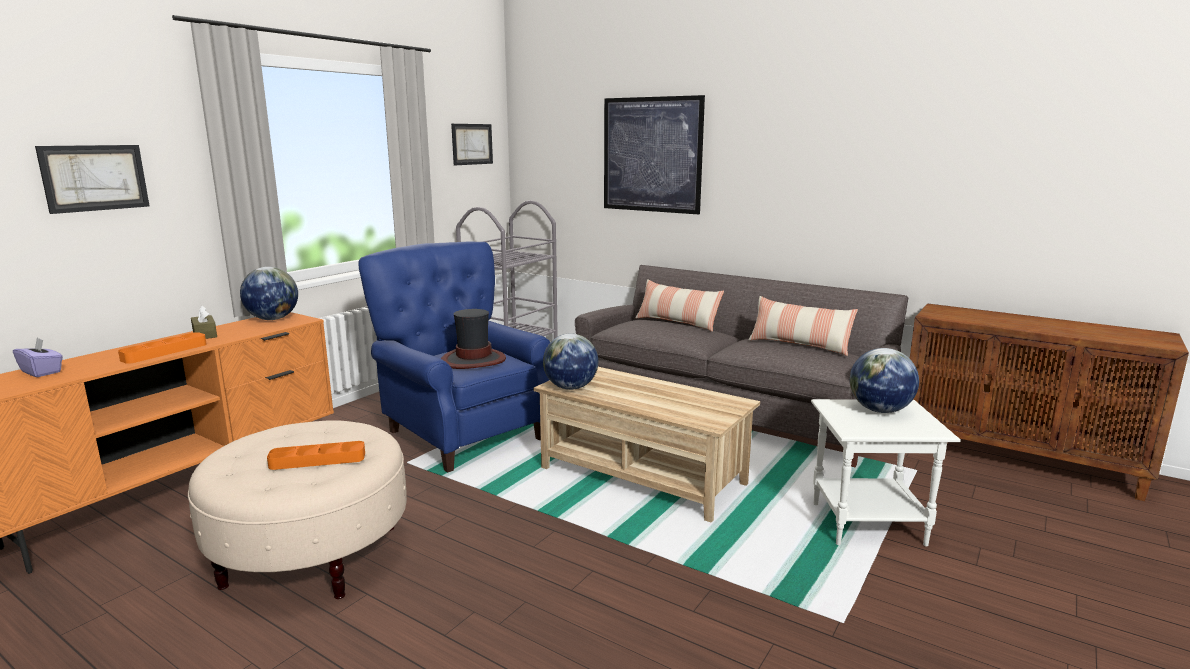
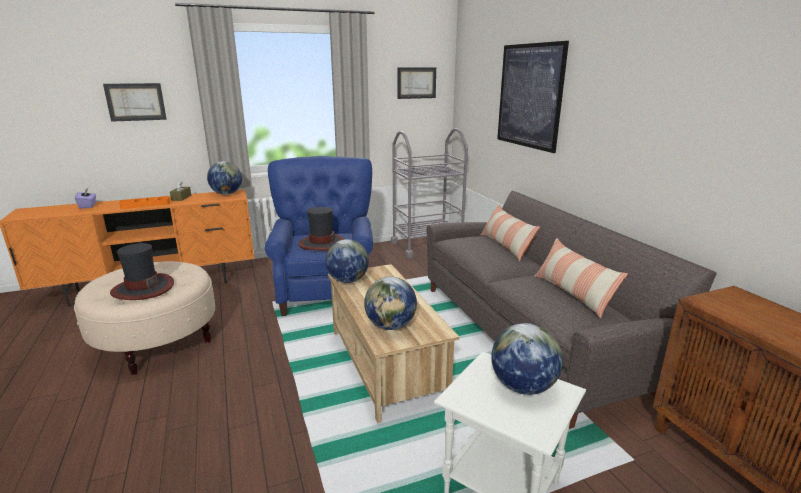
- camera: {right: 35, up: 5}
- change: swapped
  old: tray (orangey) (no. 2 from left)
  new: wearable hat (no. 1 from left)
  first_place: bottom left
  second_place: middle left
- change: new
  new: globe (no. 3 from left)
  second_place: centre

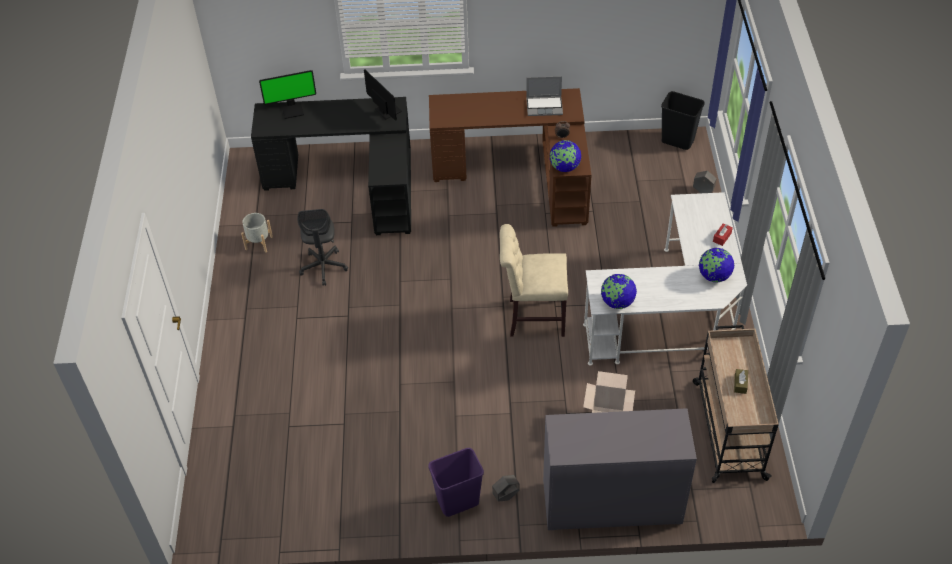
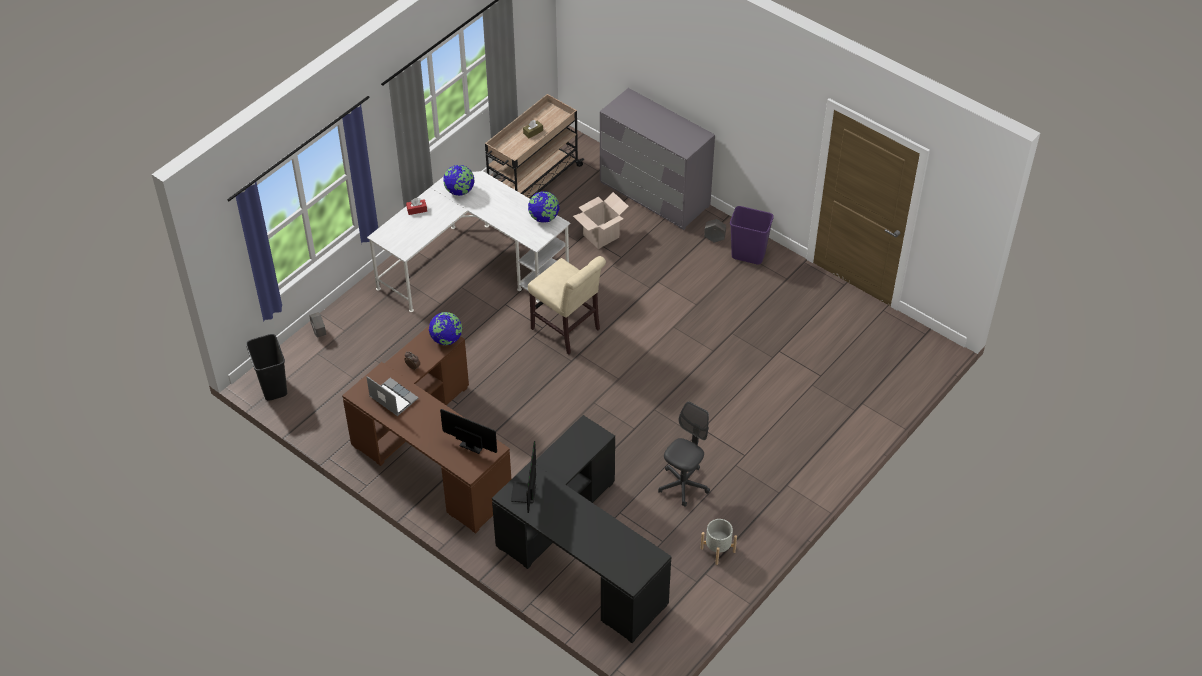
- camera: {right: -140, up: 0}
- change: shifted
  old: computer screen (no. 1 from left)
  first_place: top left
  second_place: centre

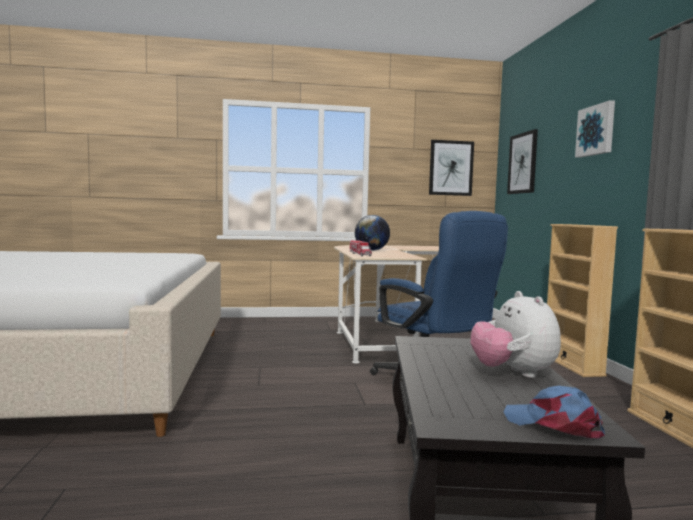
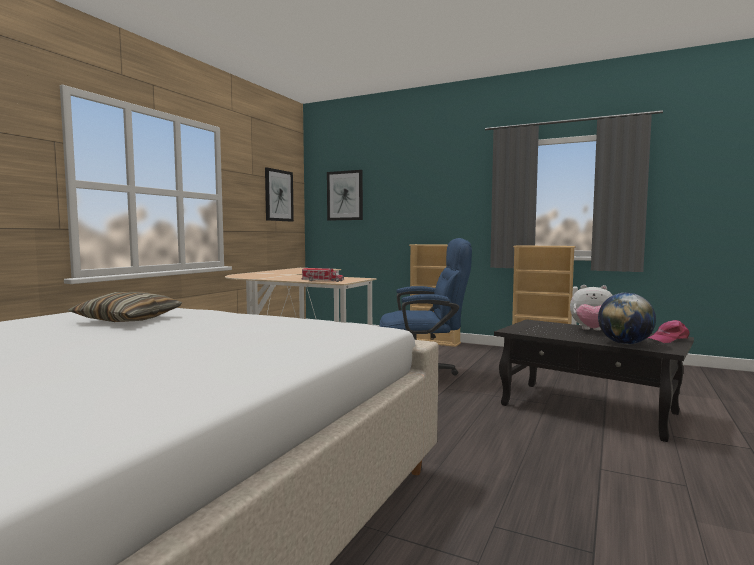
- camera: {right: -55, up: 0}
- change: shifted
  old: globe
  first_place: centre
  second_place: middle right
- change: repainted
  old: baseball cap (blue)
  new: baseball cap (pink-coloured)
  first_place: bottom right
  second_place: middle right
- change: gone
  old: wall art (no. 3 from left)
  first_place: top right
- change: new
  new: cushion
  second_place: middle left

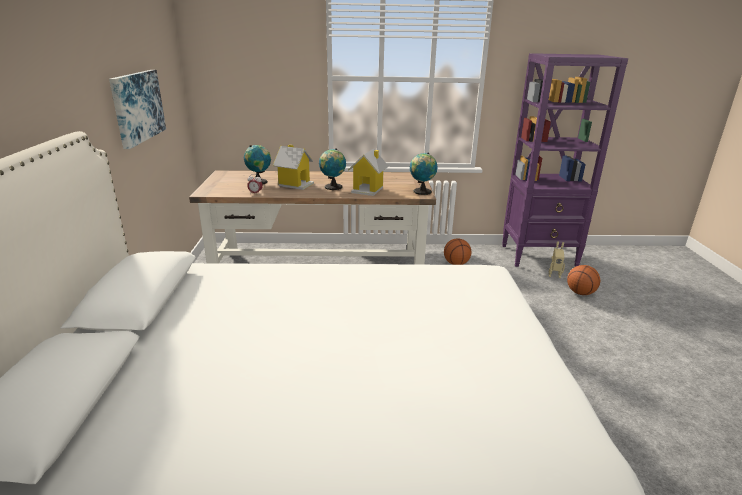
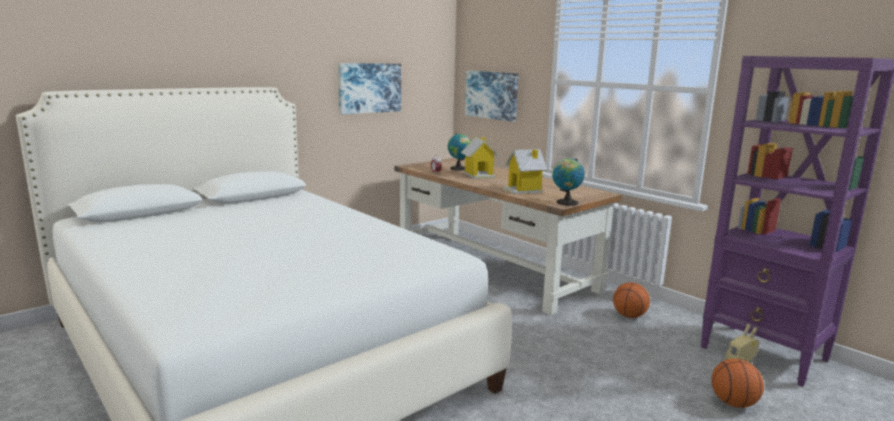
- camera: {right: 50, up: -10}
- change: gone
  old: globe (no. 2 from left)
  first_place: centre
- change: new
  new: wall art (no. 2 from left)
  second_place: top centre

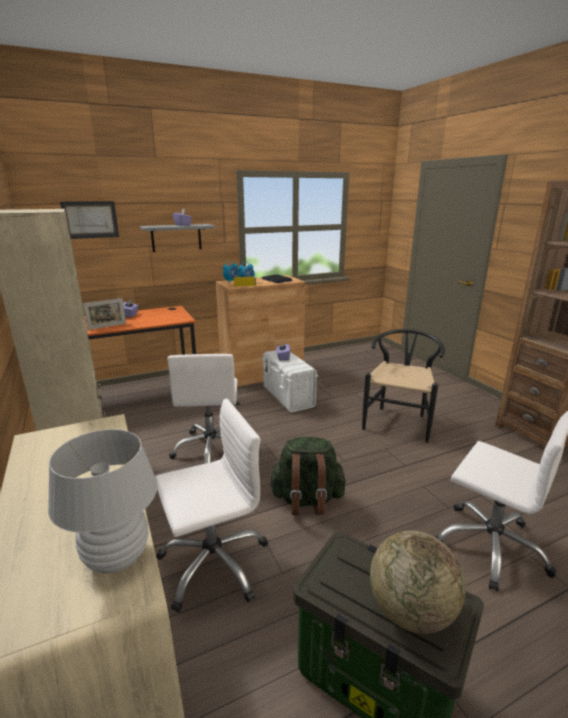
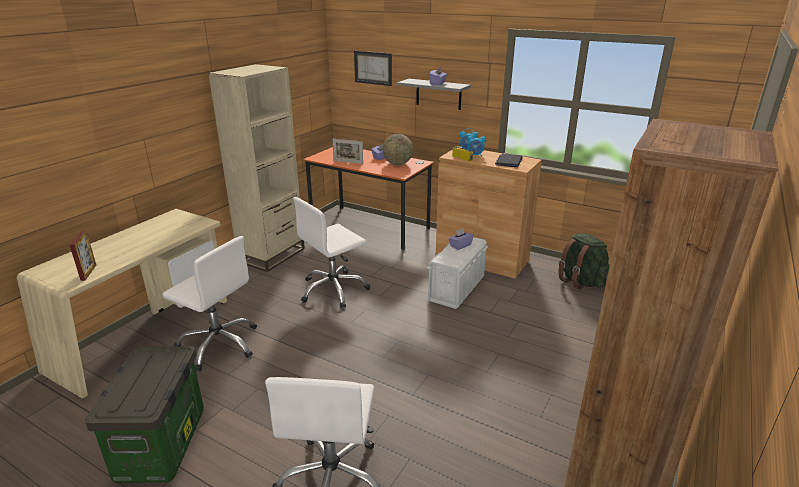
- camera: {right: 55, up: 5}
- change: swapped
  old: tabletop lamp (whitish)
  new: photo frame (no. 1 from left)
  first_place: bottom left
  second_place: middle left
- change: shifted
  old: rucksack (green)
  first_place: centre
  second_place: middle right
- change: gone
  old: upright chair (blackish)
  first_place: middle right
- change: shifted
  old: globe
  first_place: bottom right
  second_place: top centre

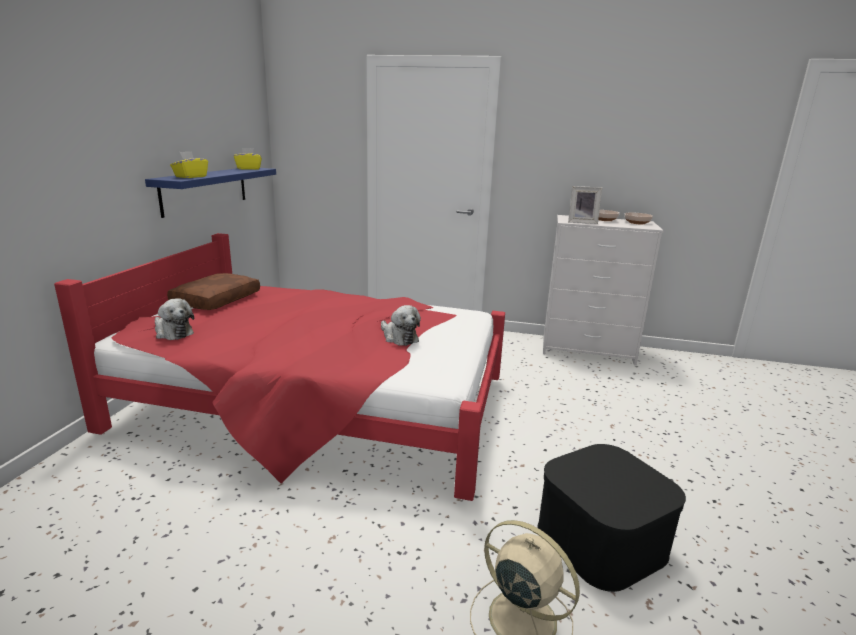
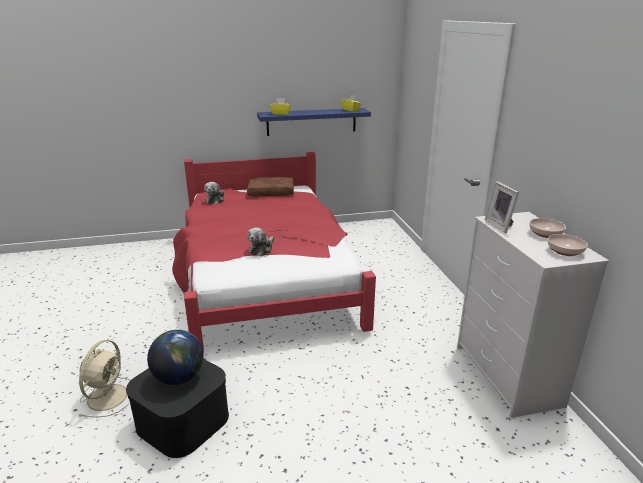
- camera: {right: 65, up: 5}
- change: new
  new: globe
  second_place: bottom left

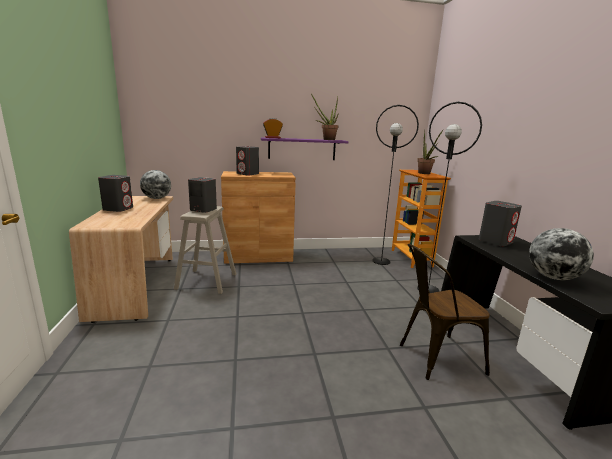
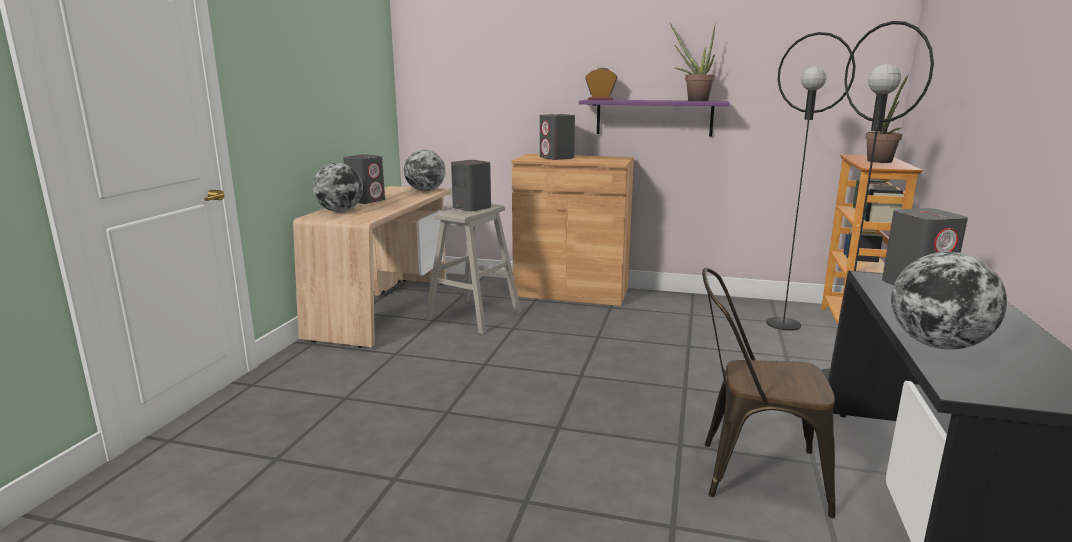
- camera: {right: 25, up: 0}
- change: new
  new: globe (no. 1 from left)
  second_place: middle left

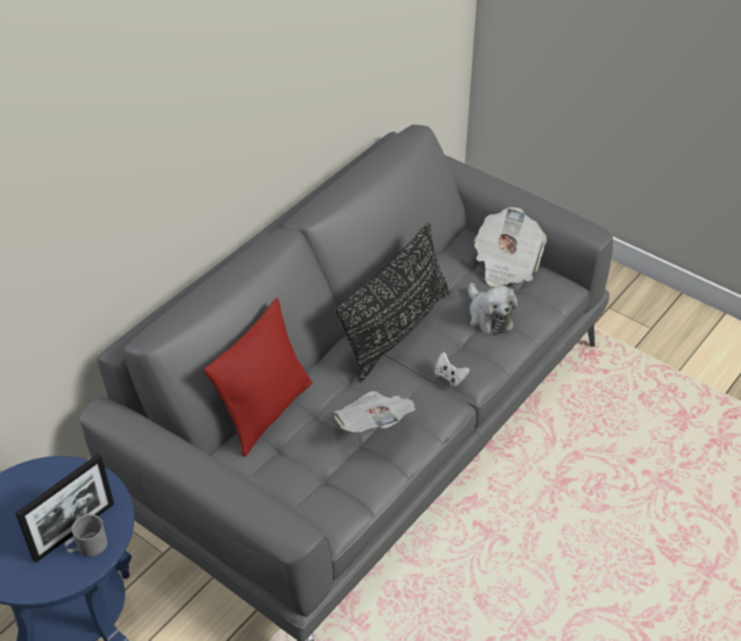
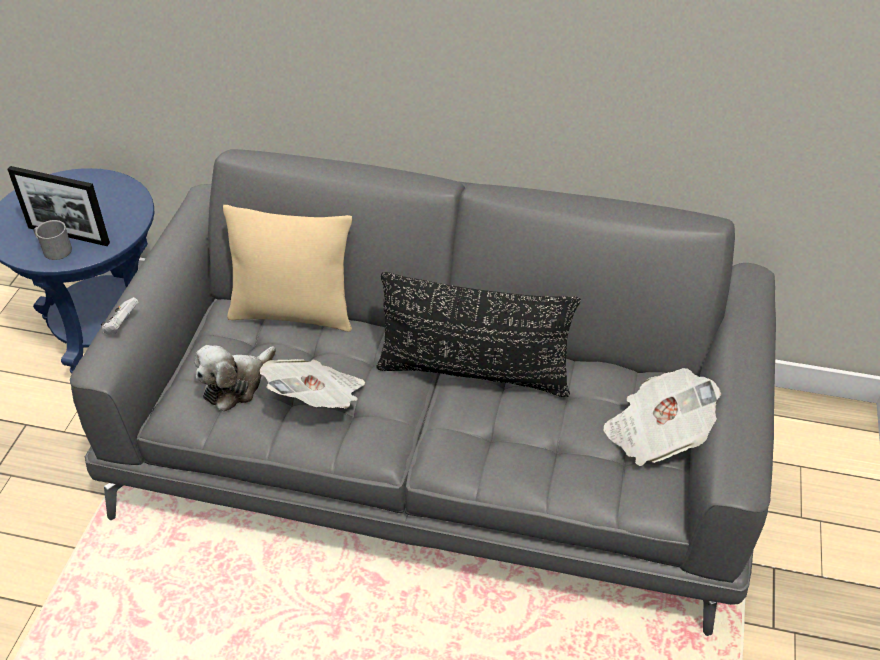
- camera: {right: 65, up: 0}
- change: repainted
  old: cushion (reddish)
  new: cushion (sand-coloured)
  first_place: centre
  second_place: middle left
- change: shifted
  old: joypad (whitish)
  first_place: centre
  second_place: middle left
- change: shifted
  old: cuddly toy
  first_place: centre
  second_place: middle left

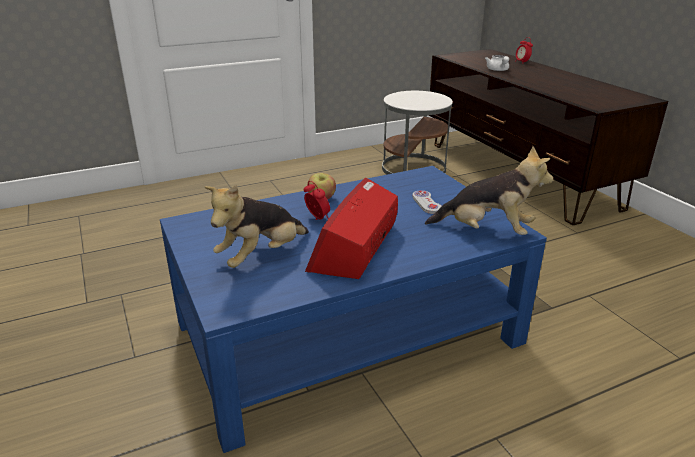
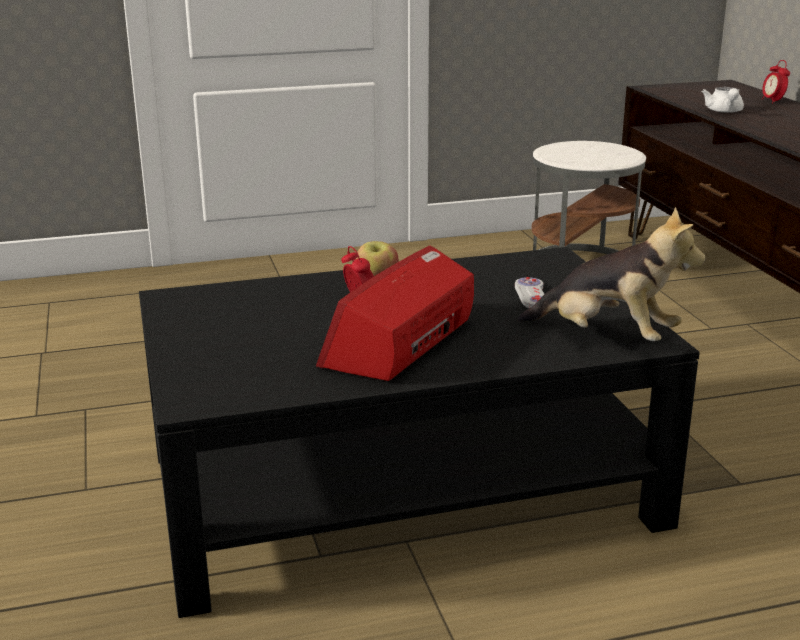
- camera: {right: 10, up: -5}
- change: repainted
  old: low table (blue)
  new: low table (blackish)
  first_place: bottom centre
  second_place: bottom centre
- change: gone
  old: cuddly toy (no. 1 from left)
  first_place: centre

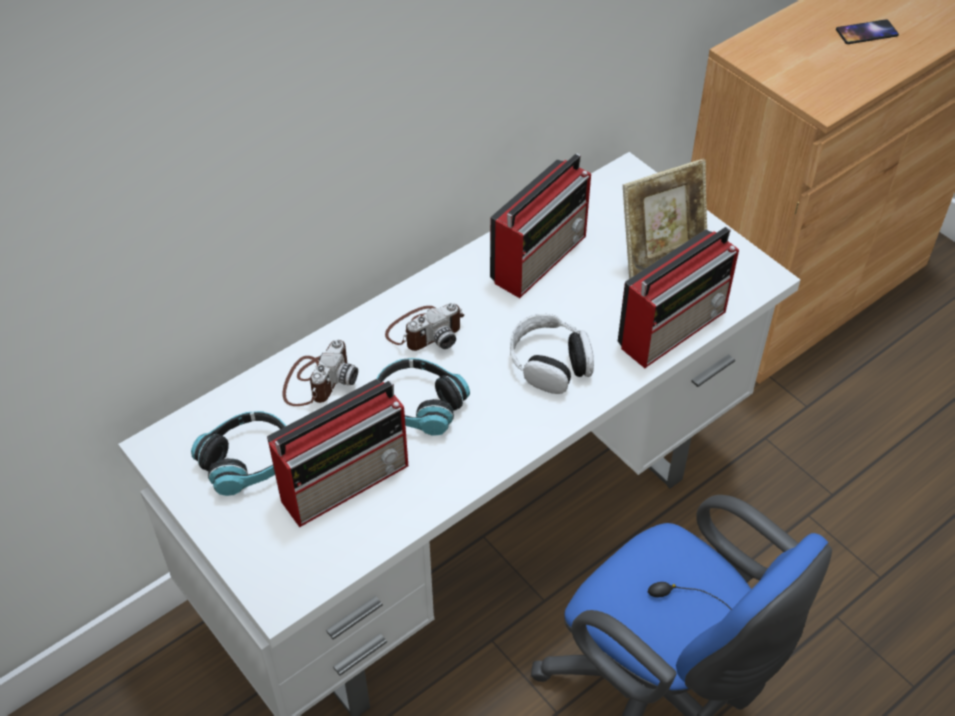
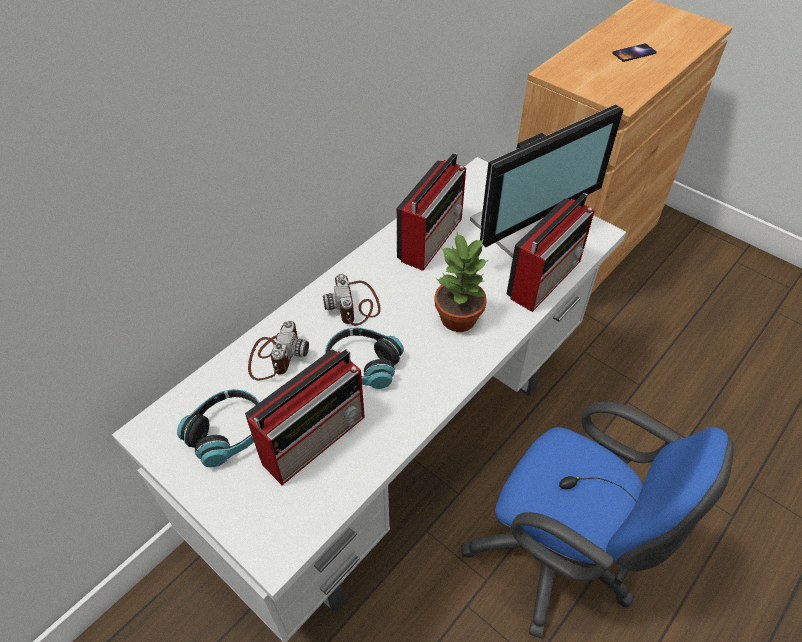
- camera: {right: -10, up: 0}
- change: rotated
  old: still camera (no. 2 from left)
  first_place: centre
  second_place: centre
  degrees: 120
- change: swapped
  old: pair of headphones (no. 3 from left)
  new: potted plant
  first_place: centre
  second_place: centre
- change: swapped
  old: photo frame
  new: computer screen
  first_place: top right
  second_place: top right

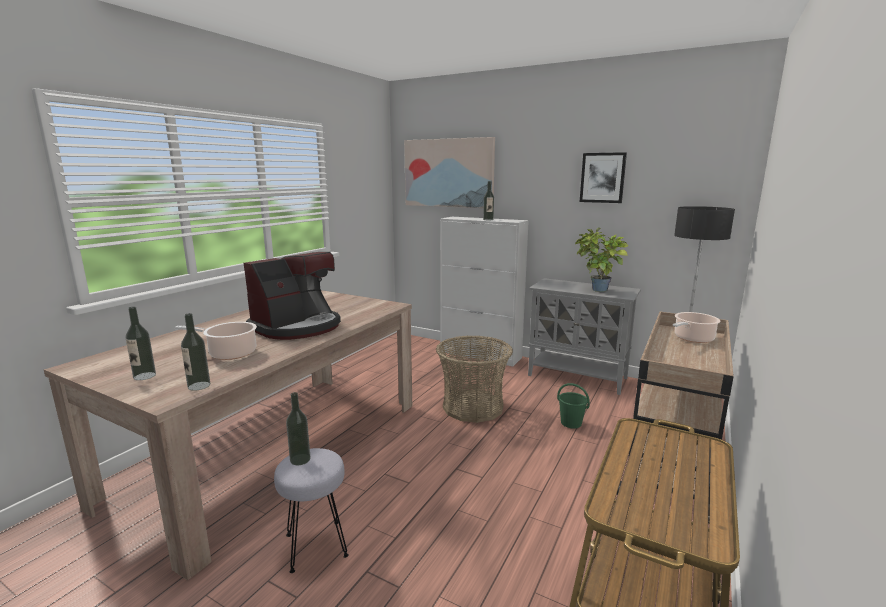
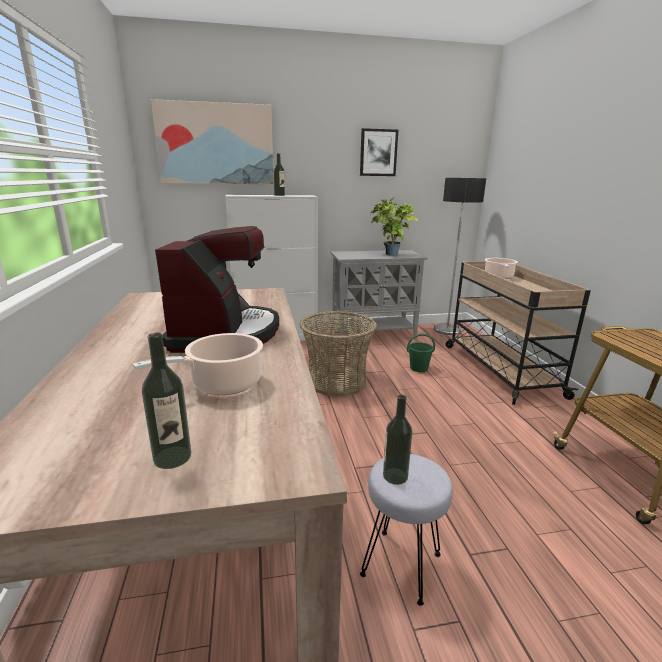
- camera: {right: -40, up: 5}
- change: gone
  old: bottle (no. 2 from left)
  first_place: middle left

